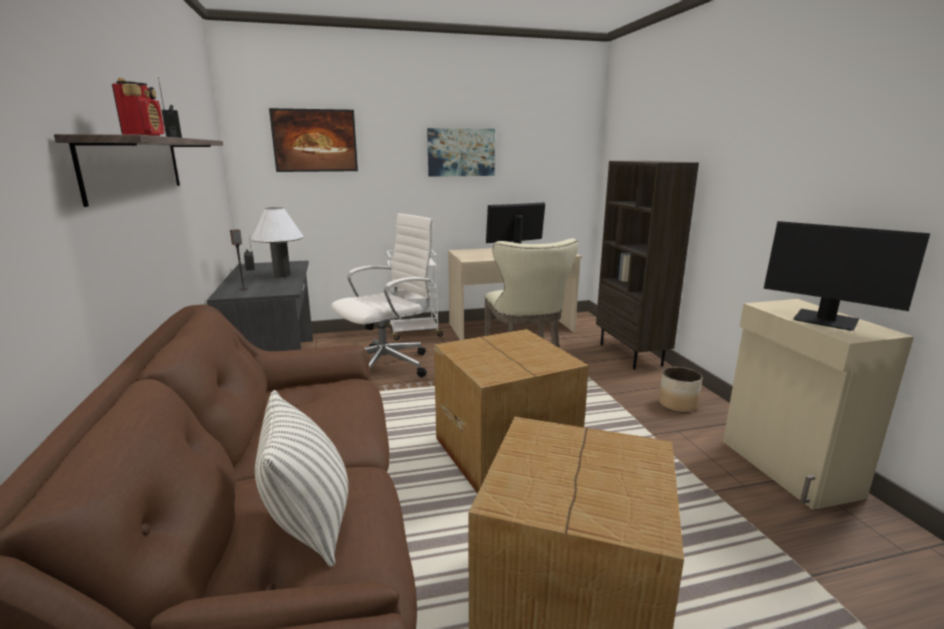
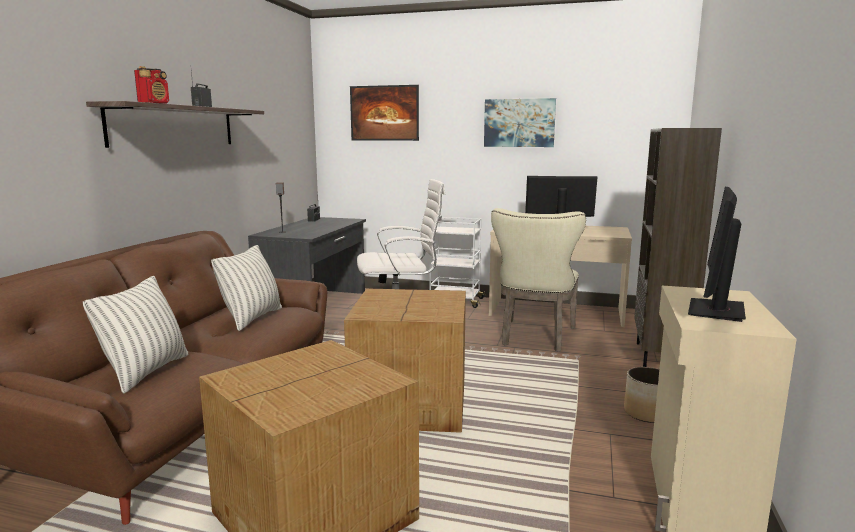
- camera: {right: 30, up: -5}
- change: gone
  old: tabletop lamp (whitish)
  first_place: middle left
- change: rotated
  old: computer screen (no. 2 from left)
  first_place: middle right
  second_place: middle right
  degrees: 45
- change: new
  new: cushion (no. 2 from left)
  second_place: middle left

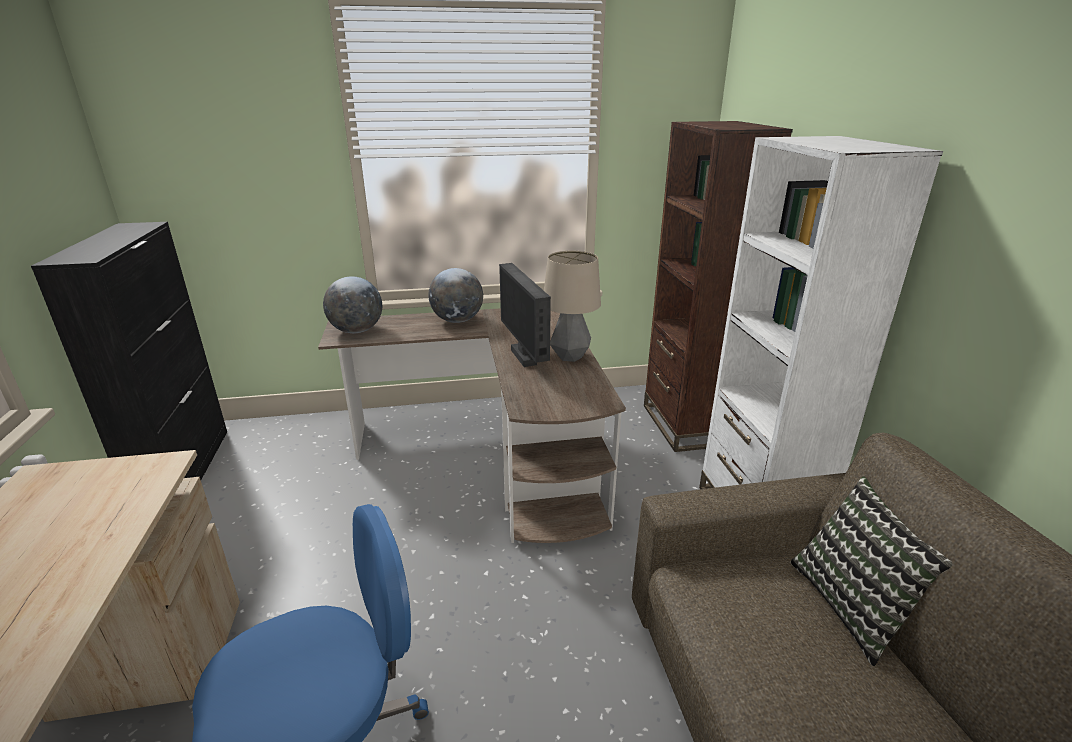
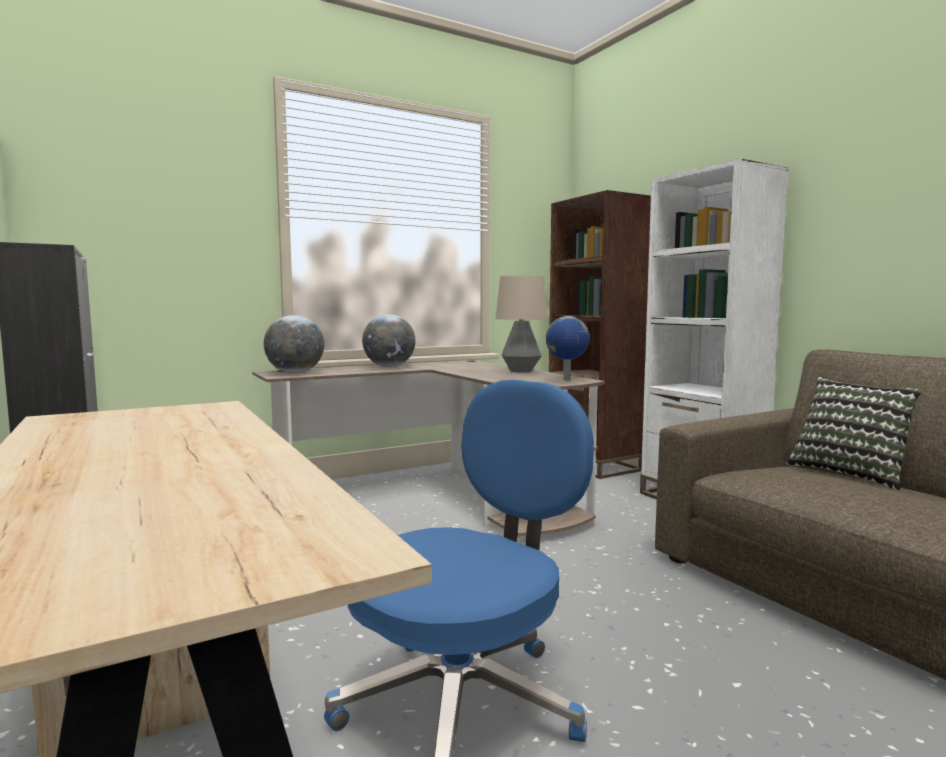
- camera: {right: -20, up: -20}
- change: gone
  old: computer screen
  first_place: centre
- change: new
  new: globe (no. 3 from left)
  second_place: centre

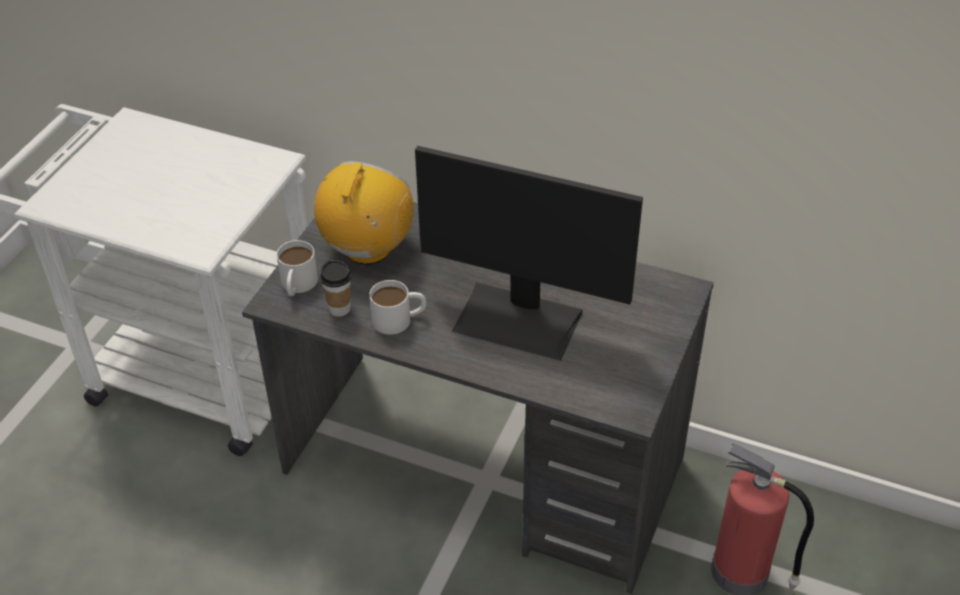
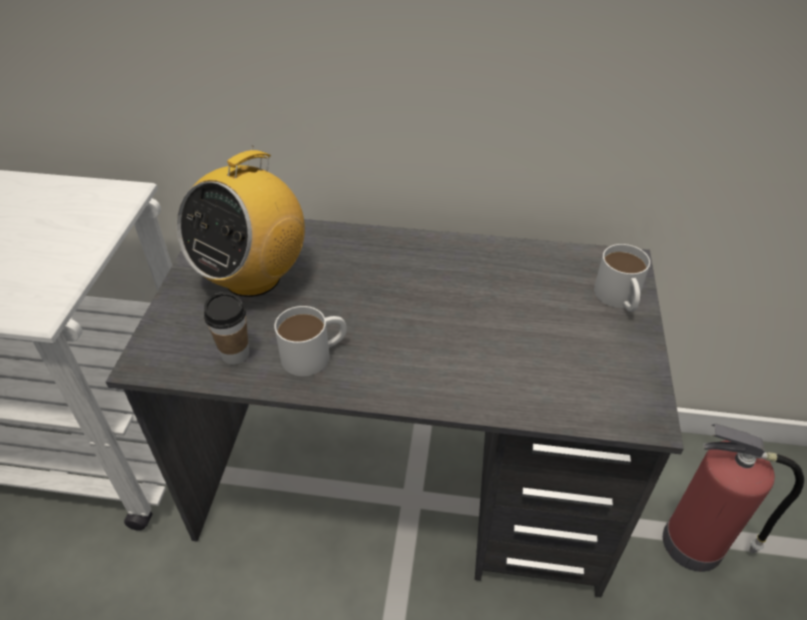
- camera: {right: -15, up: 0}
- change: shifted
  old: coffee mug (whitish) (no. 1 from left in the first image)
  new: coffee mug (whitish) (no. 2 from left)
  first_place: middle left
  second_place: middle right
- change: rotated
  old: radio receiver
  first_place: centre
  second_place: middle left
  degrees: -150
- change: gone
  old: computer screen
  first_place: centre

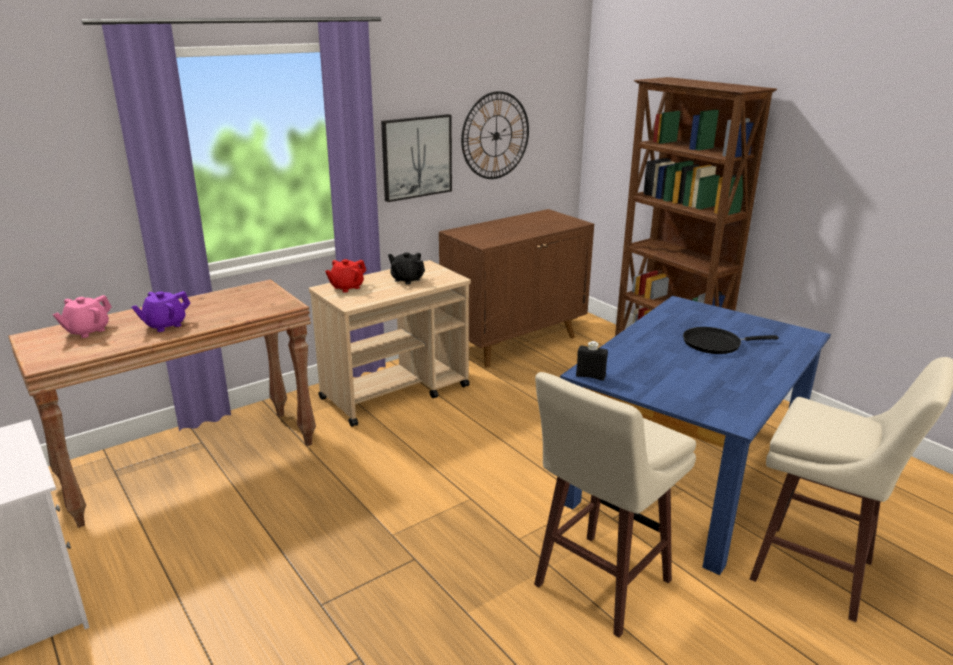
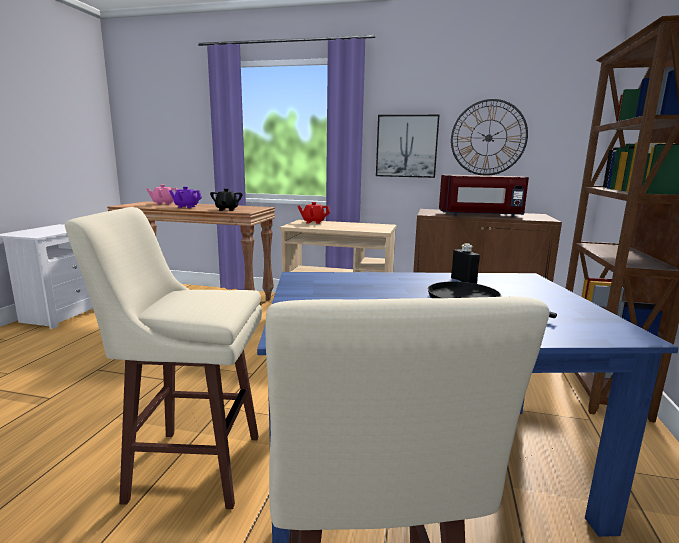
- camera: {right: 50, up: -10}
- change: shifted
  old: tea pot (blackish)
  first_place: centre
  second_place: middle left
- change: shifted
  old: bottle (blackish)
  first_place: centre
  second_place: middle right
- change: new
  new: microwave oven (reddish)
  second_place: middle right

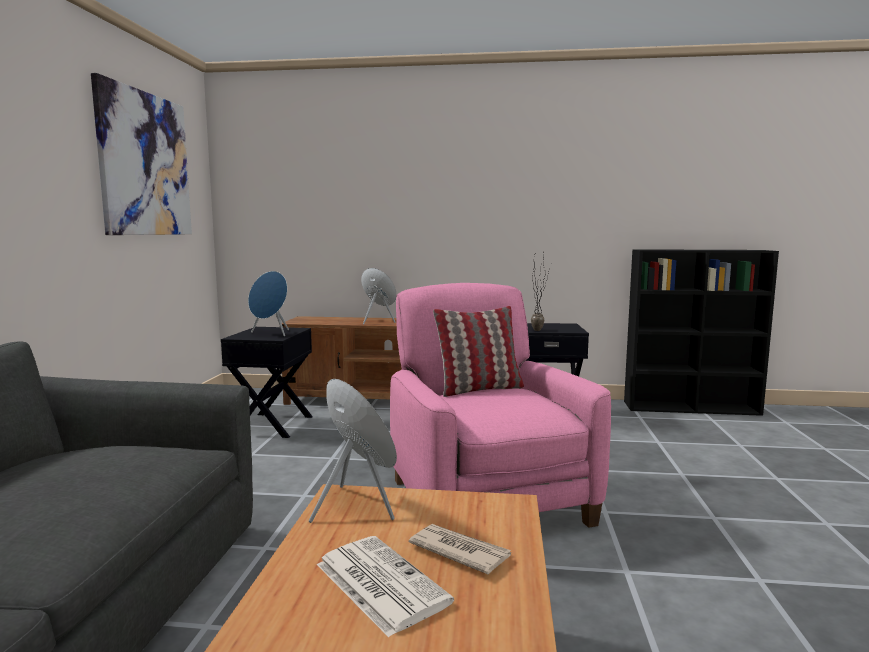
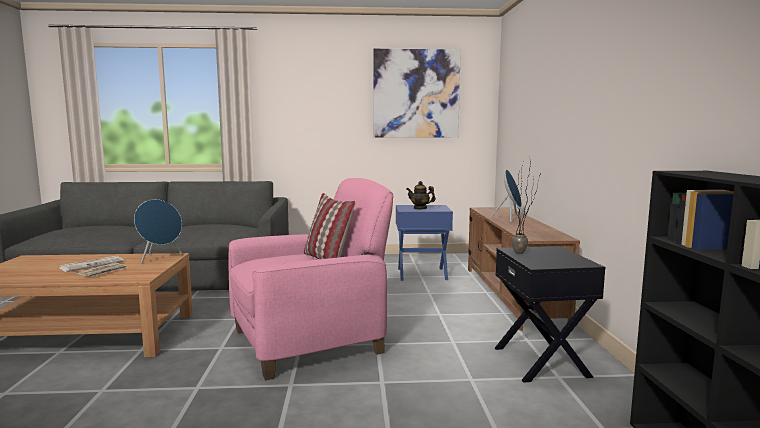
- camera: {right: 80, up: 0}
- change: repainted
  old: accent table (blackish) (no. 1 from left)
  new: accent table (blue)
  first_place: middle left
  second_place: centre
- change: swapped
  old: loudspeaker (blue) (no. 1 from left)
  new: tea pot
  first_place: middle left
  second_place: centre

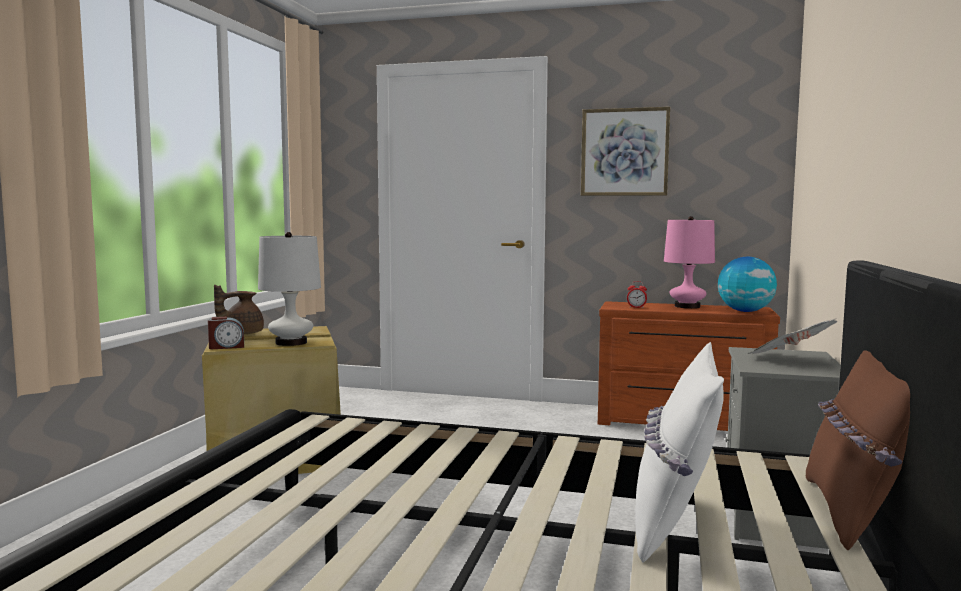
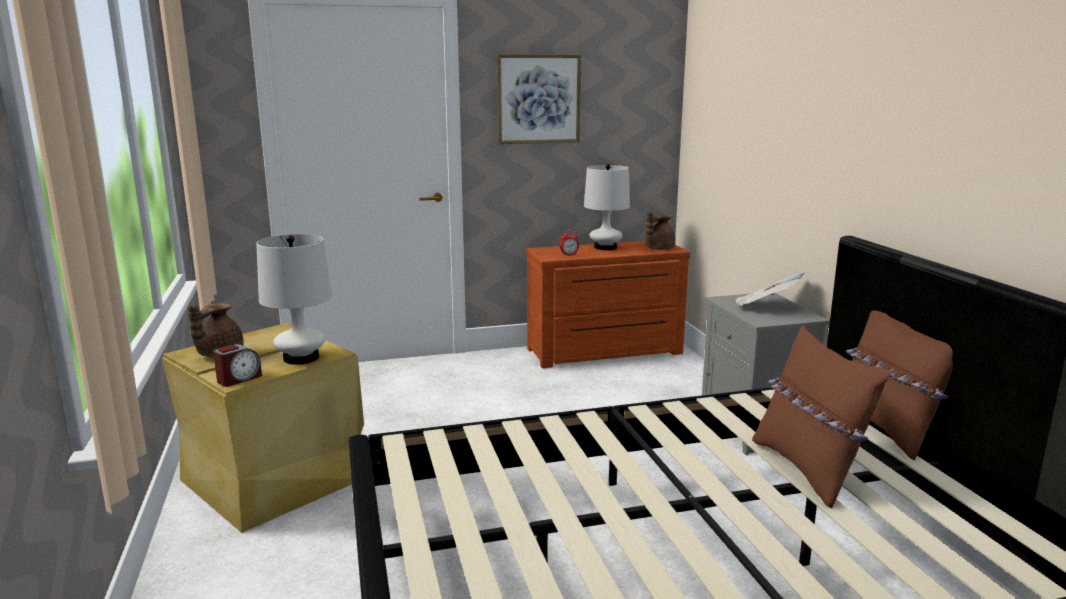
- camera: {right: -30, up: 10}
- change: repainted
  old: cushion (whitish)
  new: cushion (brownish) (no. 1 from left)
  first_place: bottom right
  second_place: bottom right
- change: repainted
  old: tabletop lamp (pink-coloured)
  new: tabletop lamp (whitish) (no. 2 from left)
  first_place: middle right
  second_place: centre
- change: swapped
  old: globe
  new: tea pot (brownish) (no. 2 from left)
  first_place: middle right
  second_place: centre

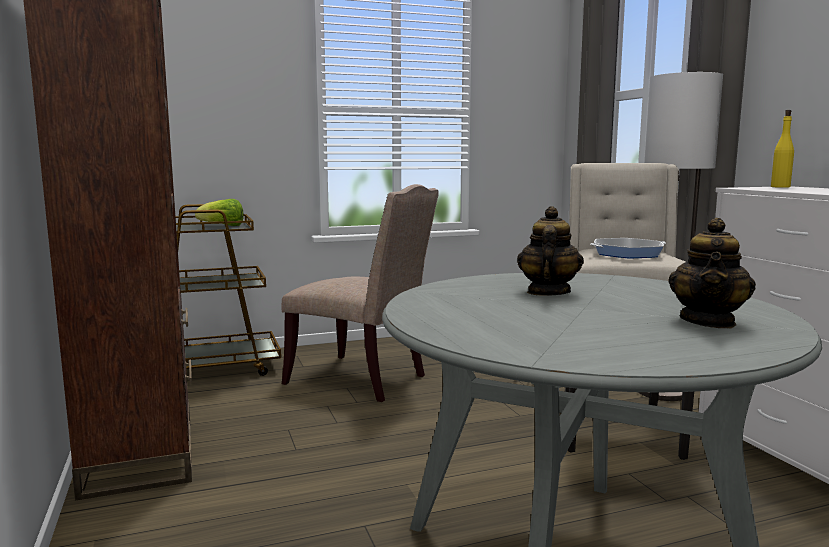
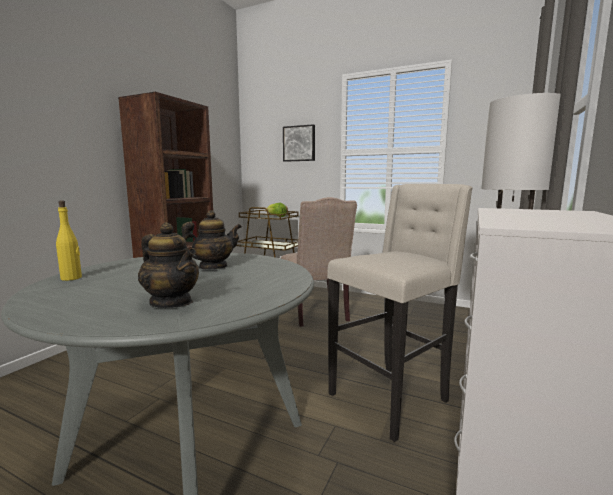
- camera: {right: 45, up: 0}
- change: gone
  old: frying pan
  first_place: middle right
- change: rotated
  old: tea pot (no. 2 from left in the first image)
  first_place: middle right
  second_place: middle left
  degrees: -120
- change: shifted
  old: bottle (yellow-coloured)
  first_place: top right
  second_place: middle left
- change: new
  new: wall art
  second_place: top centre

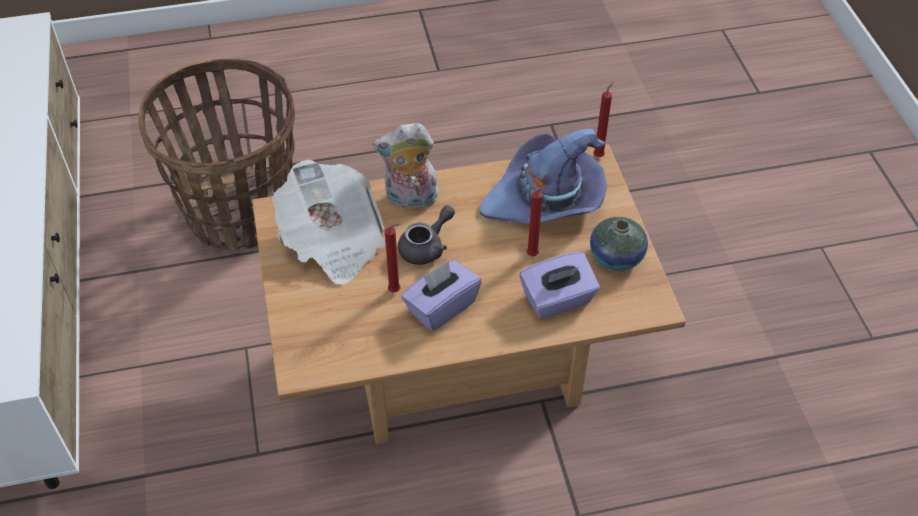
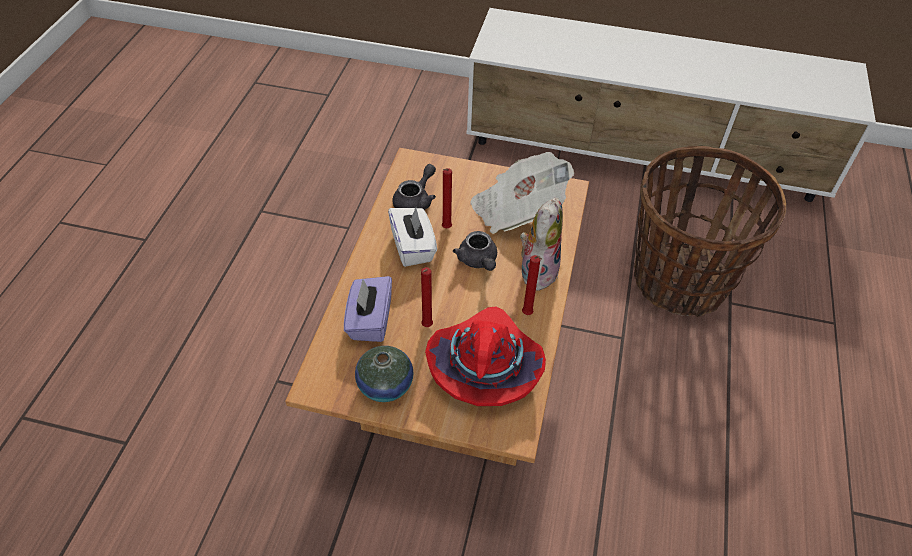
- camera: {right: 115, up: 0}
- change: repainted
  old: box of tissues (purplish) (no. 1 from left)
  new: box of tissues (whitish)
  first_place: centre
  second_place: centre
- change: repainted
  old: wearable hat (purplish)
  new: wearable hat (reddish)
  first_place: centre
  second_place: centre
- change: shifted
  old: wax candle (reddish) (no. 3 from left)
  first_place: top centre
  second_place: centre
- change: new
  new: tea pot (grey) (no. 1 from left)
  second_place: centre

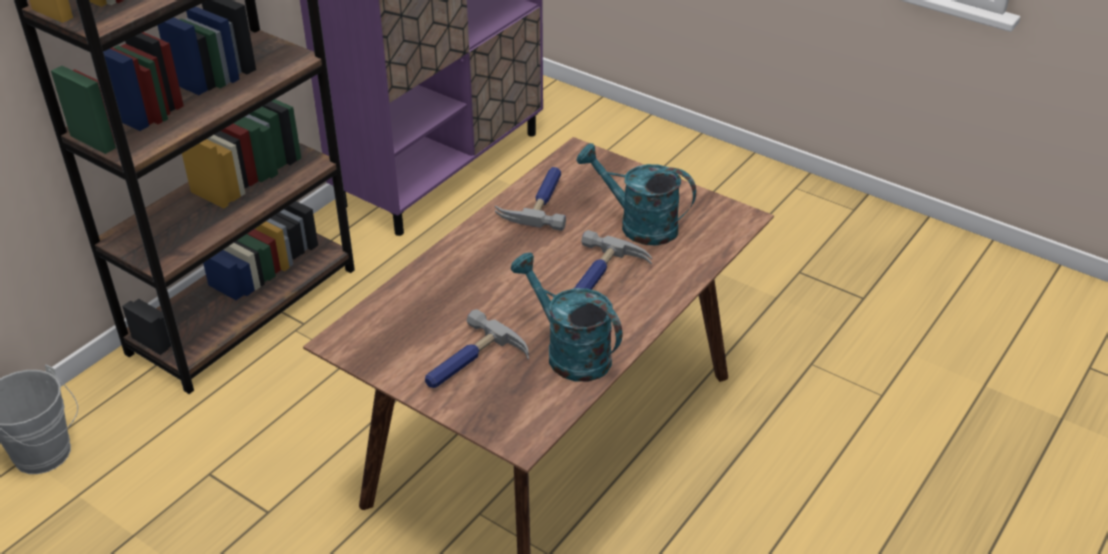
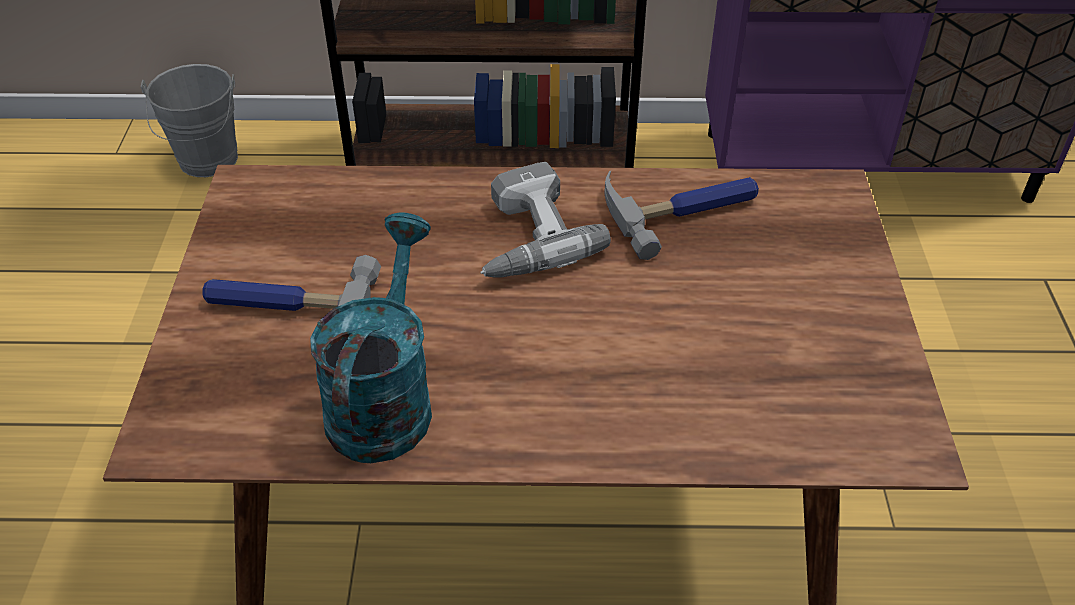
- camera: {right: 55, up: 5}
- change: gone
  old: hand hammer (no. 3 from left)
  first_place: centre
- change: gone
  old: watering can (blue-green) (no. 2 from left)
  first_place: centre
- change: new
  new: electric drill
  second_place: centre

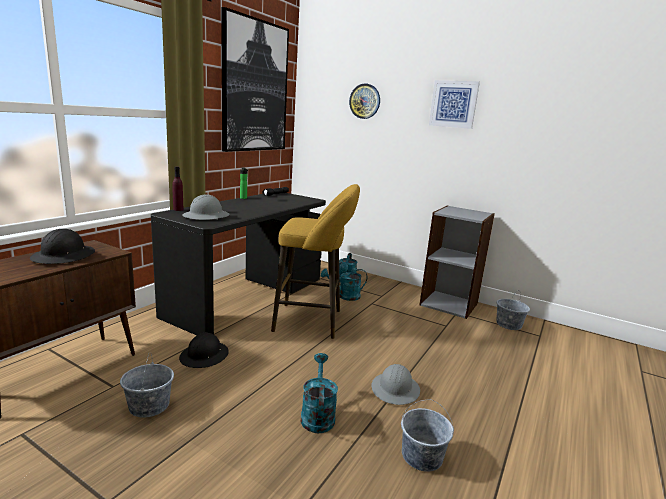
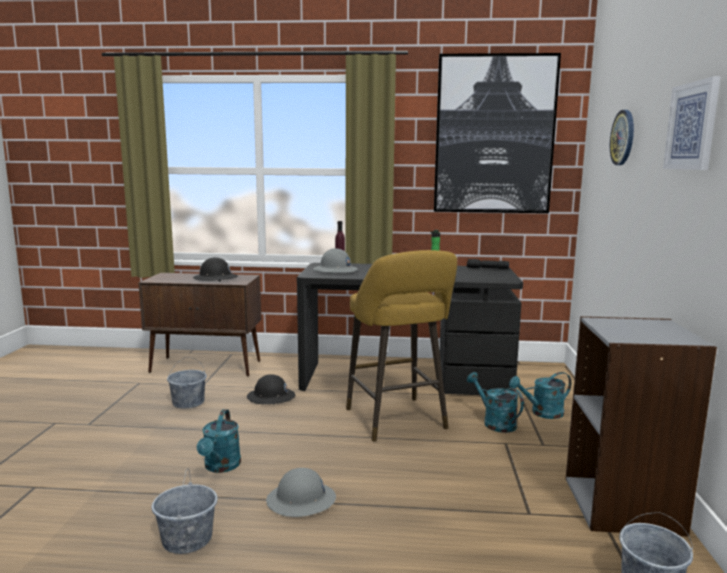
- camera: {right: 65, up: -5}
- change: rotated
  old: watering can (blue-green) (no. 1 from left)
  first_place: bottom centre
  second_place: bottom left
  degrees: 120

